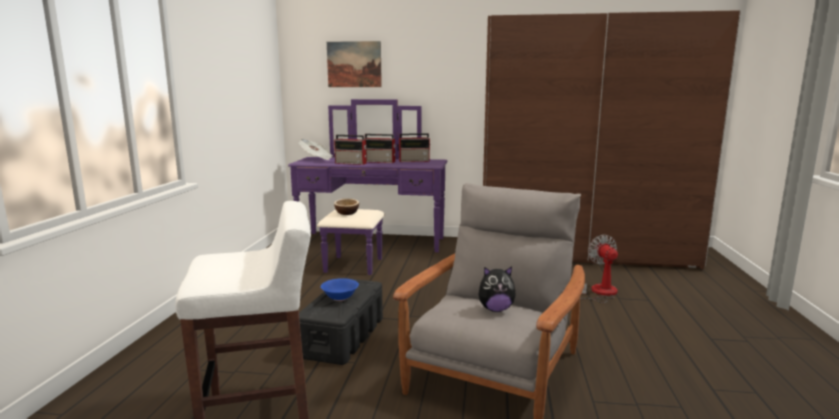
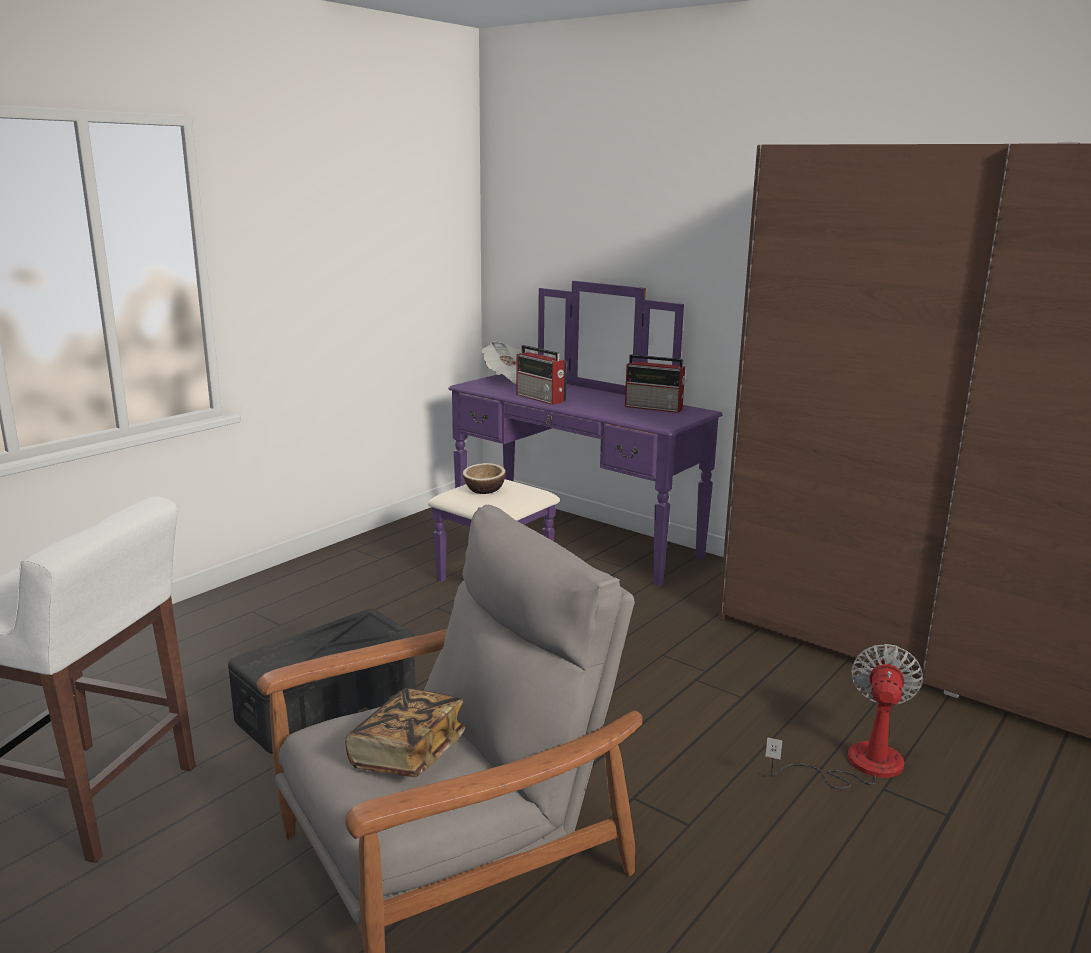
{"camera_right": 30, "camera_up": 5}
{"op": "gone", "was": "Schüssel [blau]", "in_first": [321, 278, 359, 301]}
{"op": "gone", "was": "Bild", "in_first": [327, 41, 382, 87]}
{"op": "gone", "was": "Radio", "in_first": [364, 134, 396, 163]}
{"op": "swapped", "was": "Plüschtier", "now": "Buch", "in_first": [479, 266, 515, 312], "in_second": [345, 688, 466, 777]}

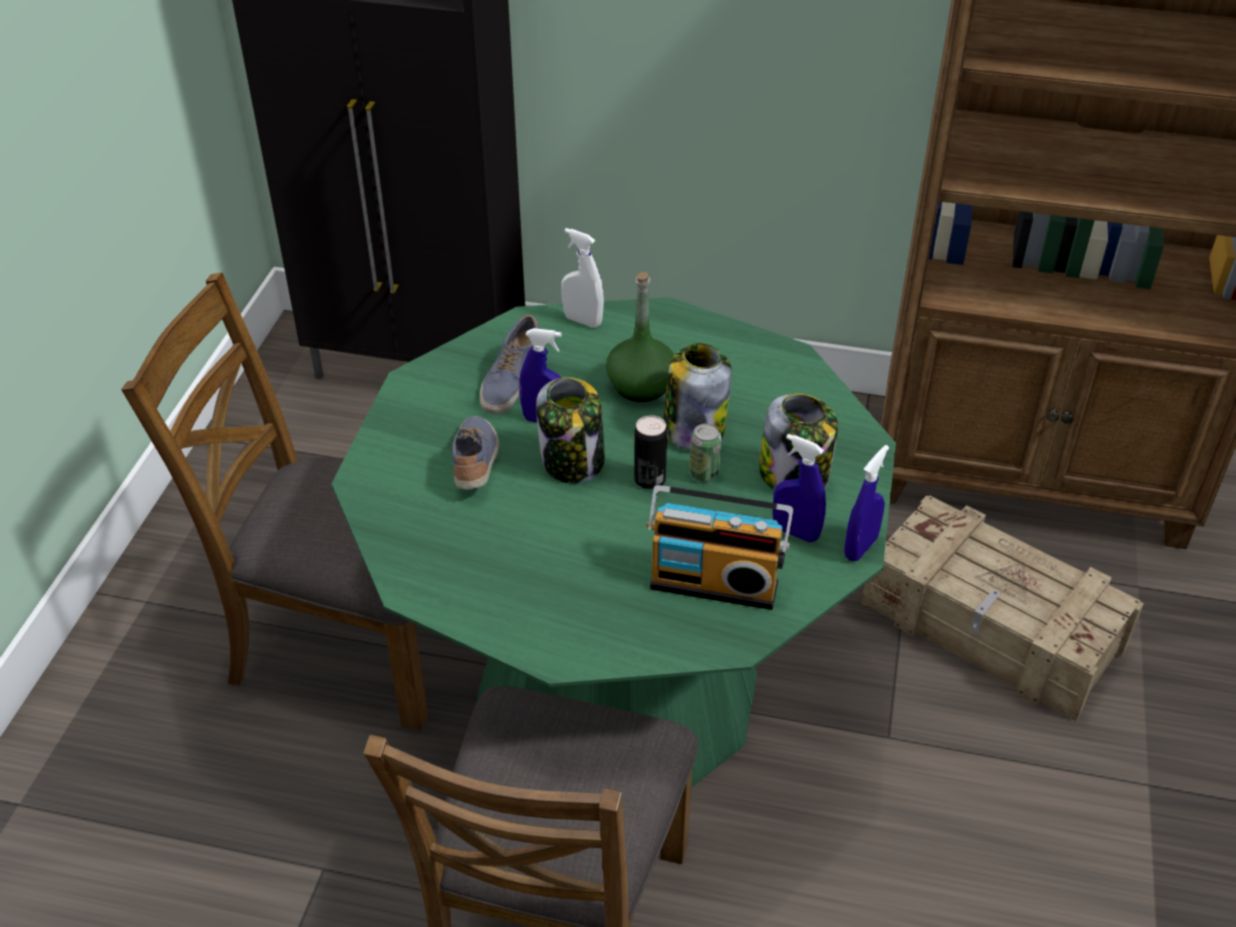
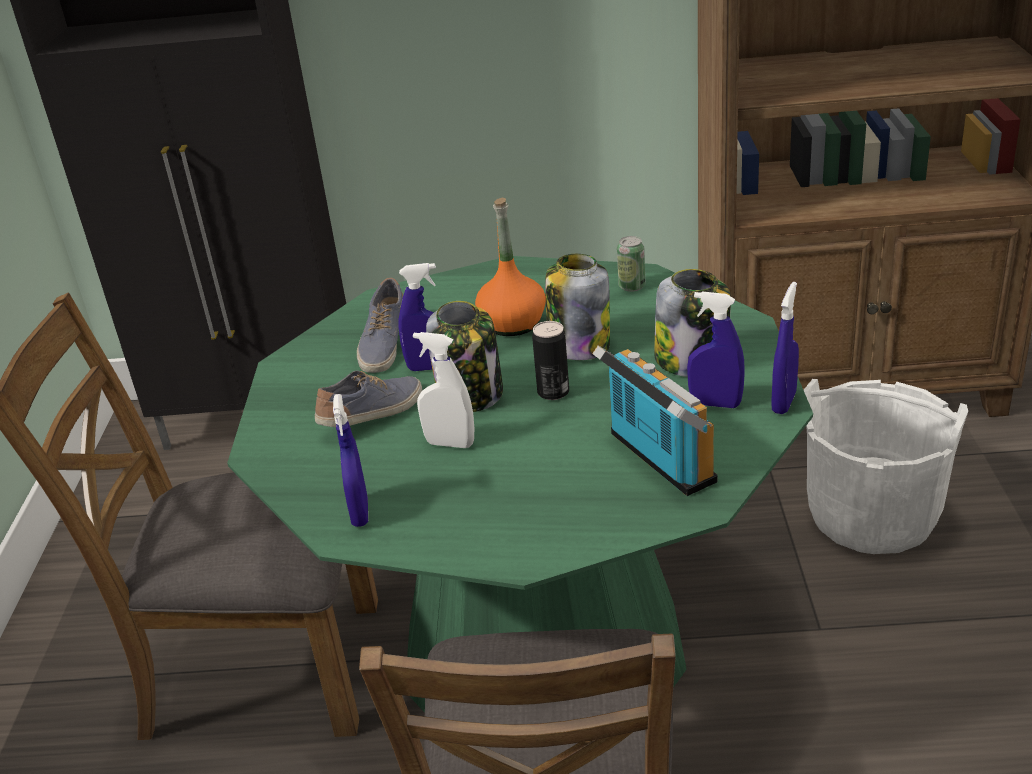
{"camera_right": -10, "camera_up": -10}
{"op": "new", "now": "Sprühflasche [blau]", "in_second": [333, 394, 368, 527]}
{"op": "shifted", "was": "Sprühflasche [weiß]", "in_first": [561, 228, 604, 328], "in_second": [413, 332, 474, 448]}
{"op": "shifted", "was": "Dose", "in_first": [689, 423, 721, 482], "in_second": [617, 236, 645, 292]}
{"op": "swapped", "was": "Kiste", "now": "Eimer [weiß]", "in_first": [862, 495, 1144, 722], "in_second": [804, 379, 968, 554]}
{"op": "repainted", "was": "Flasche [grün]", "now": "Flasche [orange]", "in_first": [606, 272, 674, 402], "in_second": [475, 198, 546, 336]}
{"op": "rotated", "was": "Schuh", "in_first": [452, 416, 500, 490], "in_second": [315, 370, 422, 427], "clockwise": 60}
{"op": "rotated", "was": "Radio", "in_first": [647, 485, 794, 610], "in_second": [592, 346, 718, 496], "clockwise": -120}

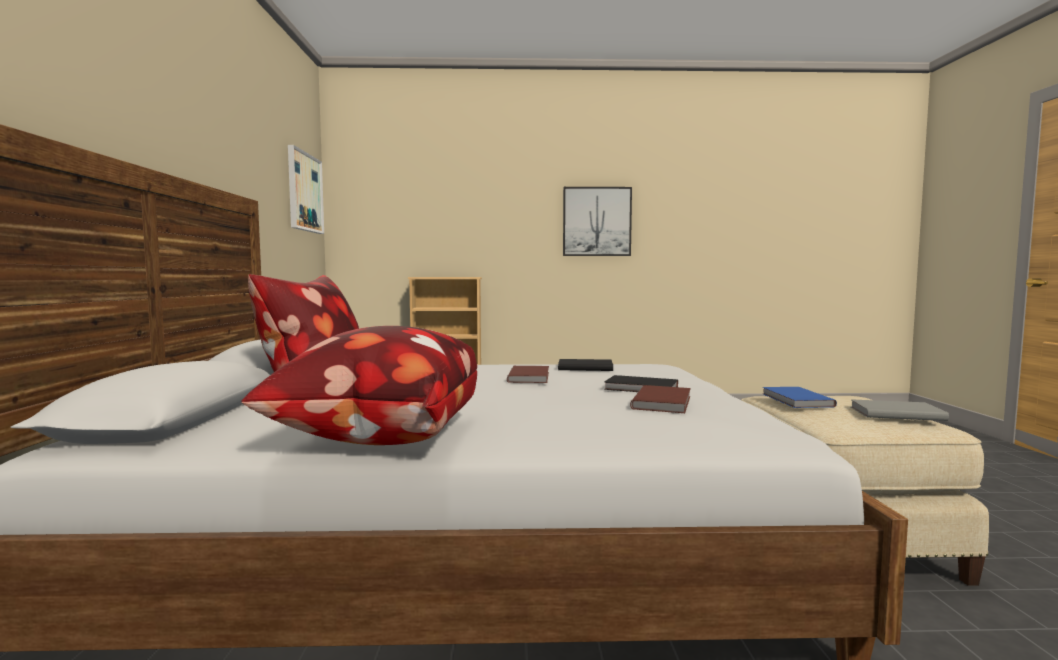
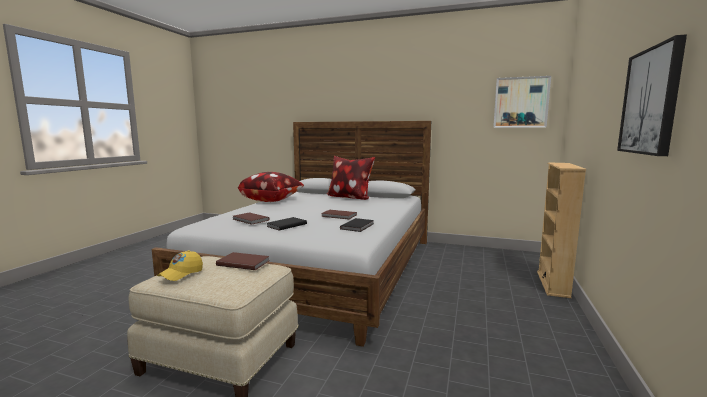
{"camera_right": 110, "camera_up": 5}
{"op": "swapped", "was": "Buch [grau]", "now": "Kappe [gelb]", "in_first": [851, 399, 949, 421], "in_second": [157, 250, 203, 281]}
{"op": "repainted", "was": "Buch [blau]", "now": "Buch [braun]", "in_first": [763, 387, 837, 408], "in_second": [216, 252, 269, 270]}

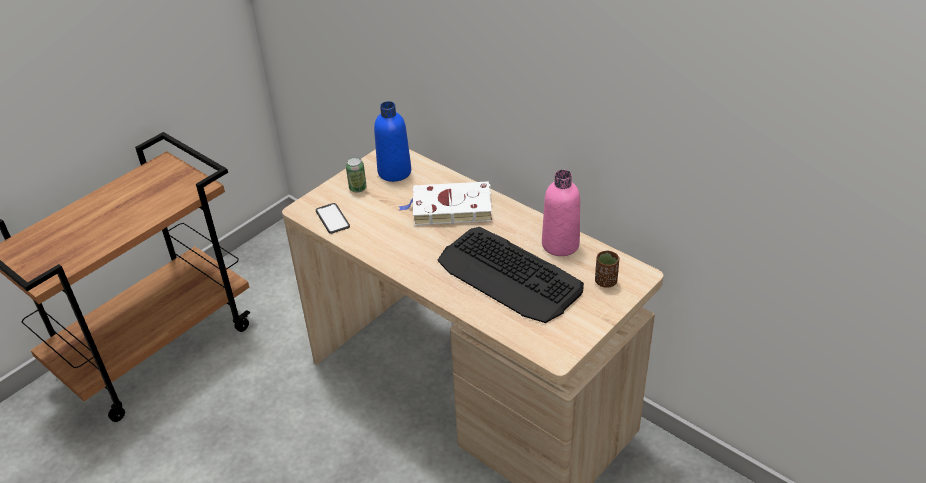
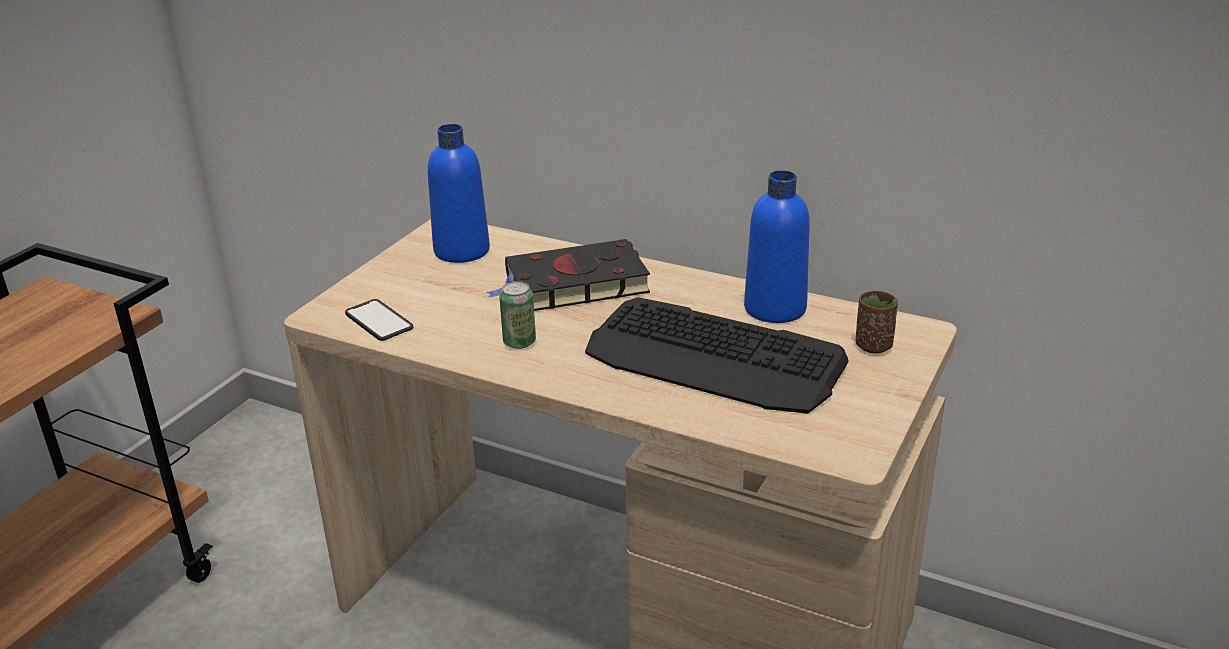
{"camera_right": -15, "camera_up": -10}
{"op": "shifted", "was": "Dose", "in_first": [346, 157, 367, 193], "in_second": [499, 281, 536, 349]}
{"op": "repainted", "was": "Buch [weiß]", "now": "Buch [schwarz]", "in_first": [398, 181, 492, 225], "in_second": [487, 239, 650, 311]}
{"op": "repainted", "was": "Flasche [rosa]", "now": "Flasche [blau]", "in_first": [542, 170, 580, 256], "in_second": [744, 170, 810, 323]}

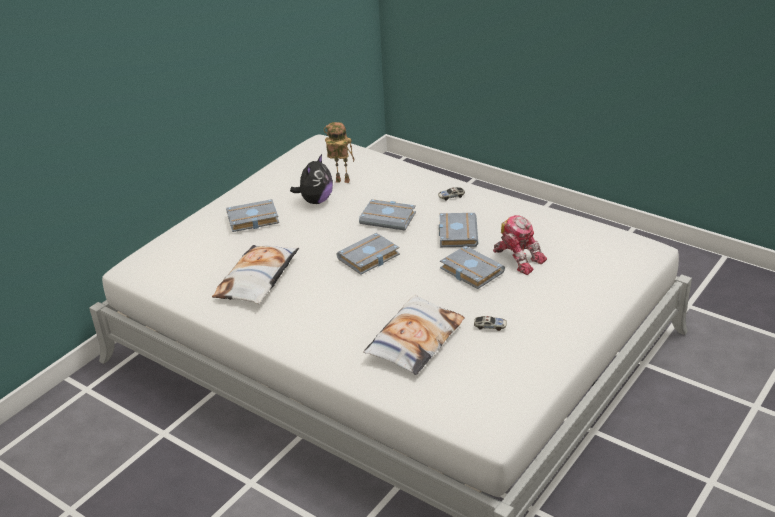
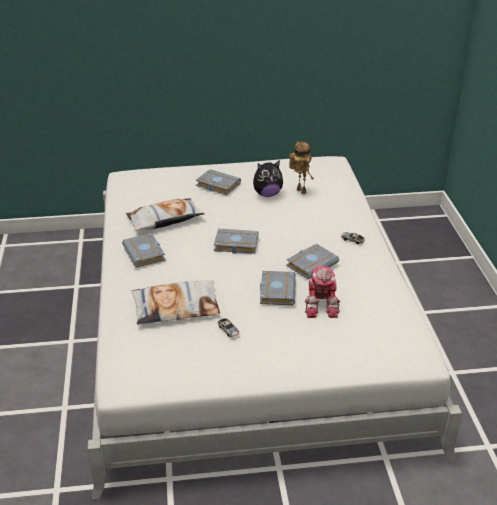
{"camera_right": 45, "camera_up": 0}
{"op": "shifted", "was": "Buch [grau]", "in_first": [359, 199, 416, 231], "in_second": [122, 233, 165, 268]}

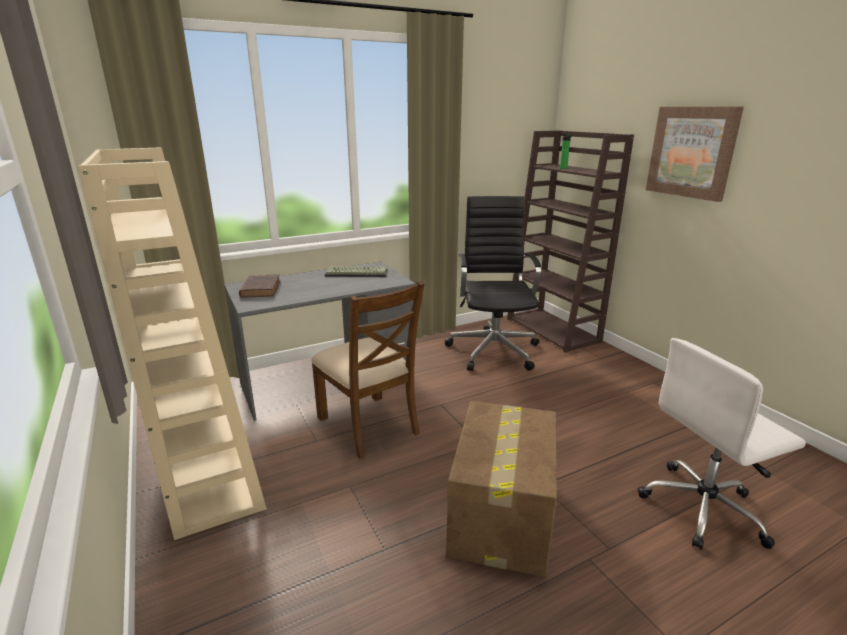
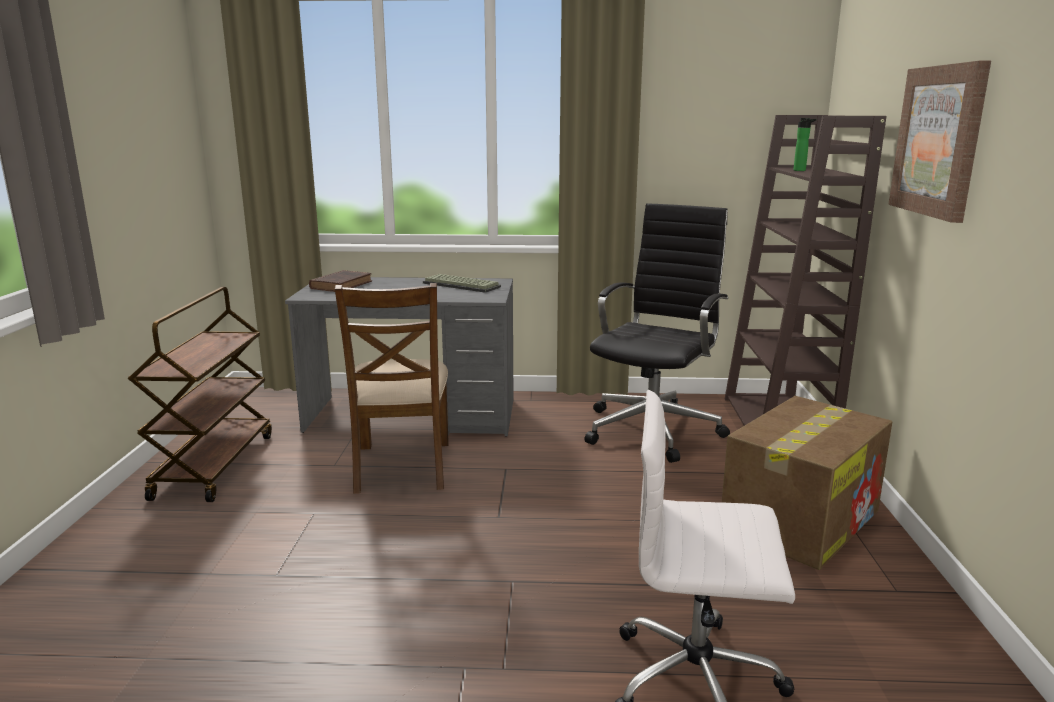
{"camera_right": 30, "camera_up": -5}
{"op": "shifted", "was": "Karton", "in_first": [446, 401, 557, 577], "in_second": [722, 396, 892, 570]}
{"op": "swapped", "was": "Bücherregal [beige]", "now": "Rollwagen [braun]", "in_first": [78, 147, 267, 540], "in_second": [128, 287, 272, 502]}

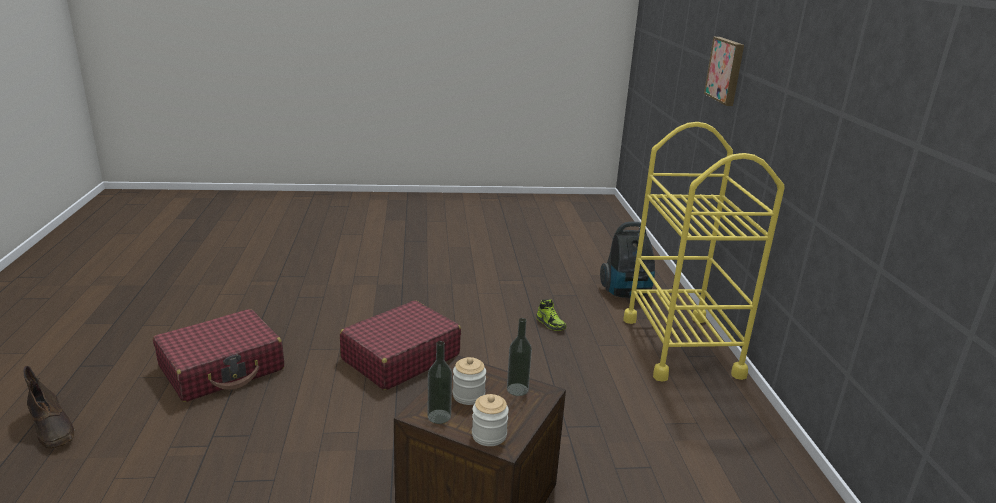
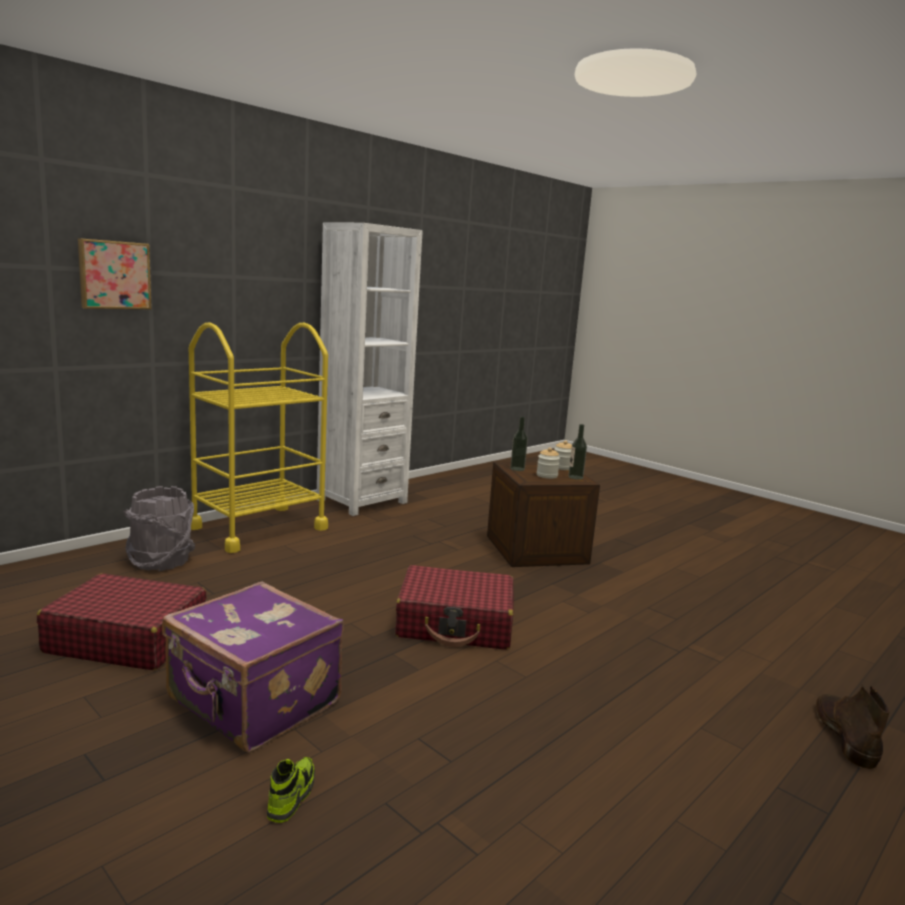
{"camera_right": -130, "camera_up": -10}
{"op": "new", "now": "Koffer [lila]", "in_second": [162, 582, 344, 752]}
{"op": "new", "now": "Bücherregal [weiß]", "in_second": [317, 222, 423, 516]}
{"op": "shifted", "was": "Koffer [rot]", "in_first": [153, 309, 284, 402], "in_second": [37, 573, 207, 670]}
{"op": "shifted", "was": "Schuh", "in_first": [536, 299, 566, 331], "in_second": [267, 757, 315, 823]}
{"op": "swapped", "was": "Staubsauger", "now": "Eimer [grau]", "in_first": [600, 222, 655, 298], "in_second": [123, 486, 195, 571]}

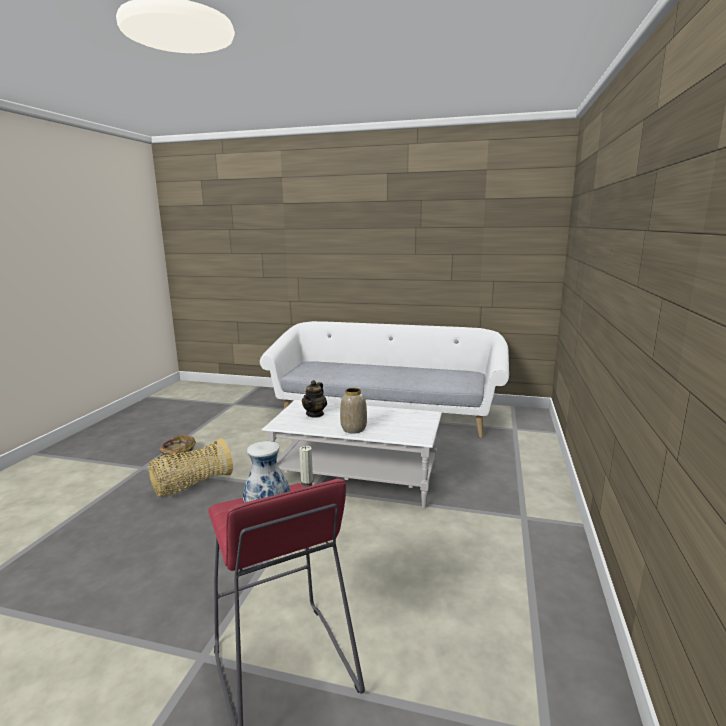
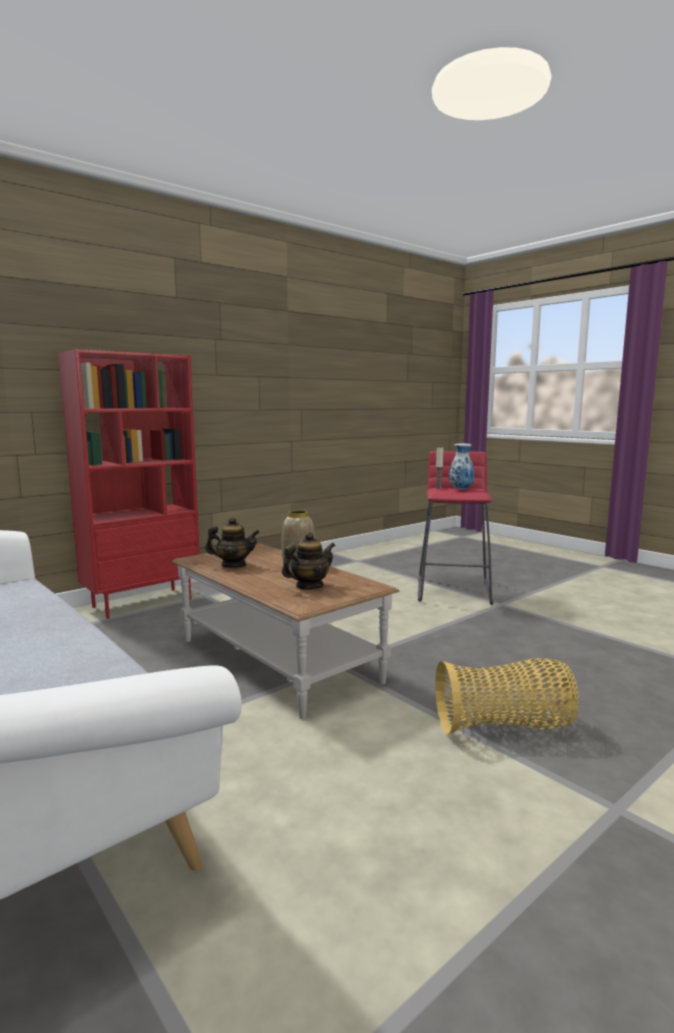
{"camera_right": -145, "camera_up": -5}
{"op": "gone", "was": "Korb", "in_first": [160, 434, 196, 458]}
{"op": "new", "now": "Bücherregal [rot]", "in_second": [58, 349, 200, 619]}
{"op": "new", "now": "Teekanne", "in_second": [205, 517, 260, 568]}
{"op": "repainted", "was": "Couchtisch [weiß]", "now": "Couchtisch [braun]", "in_first": [262, 400, 442, 508], "in_second": [172, 543, 399, 719]}

